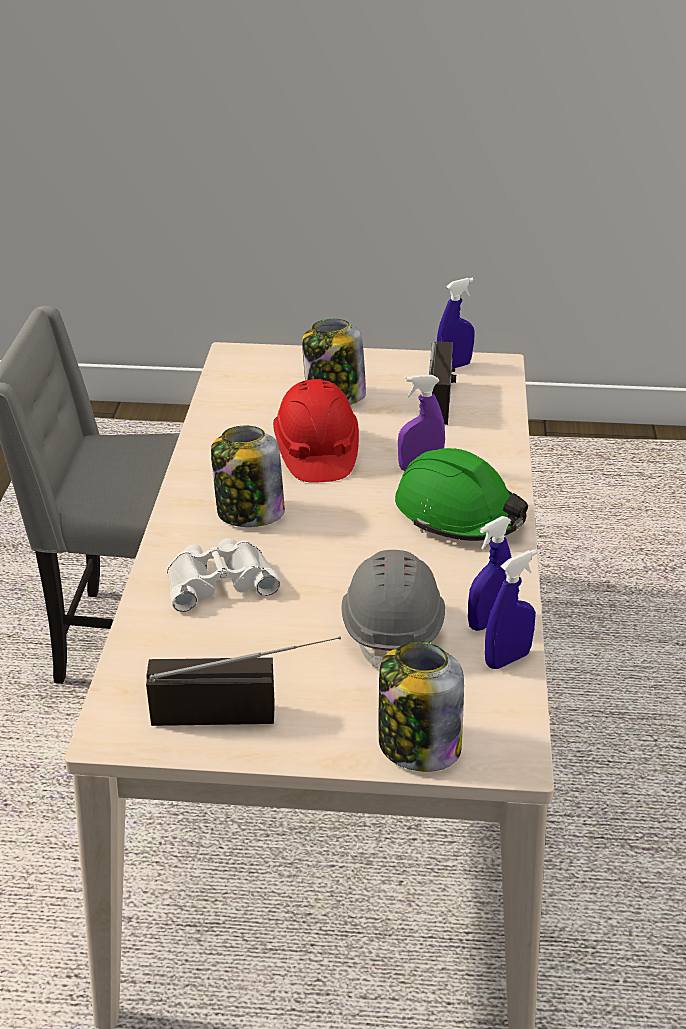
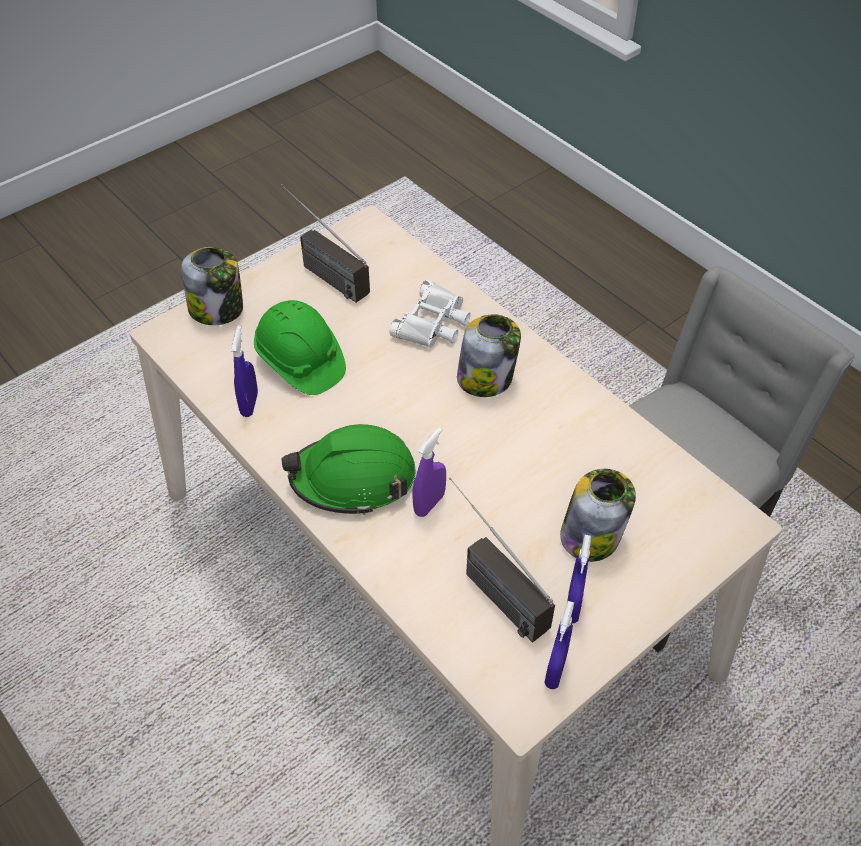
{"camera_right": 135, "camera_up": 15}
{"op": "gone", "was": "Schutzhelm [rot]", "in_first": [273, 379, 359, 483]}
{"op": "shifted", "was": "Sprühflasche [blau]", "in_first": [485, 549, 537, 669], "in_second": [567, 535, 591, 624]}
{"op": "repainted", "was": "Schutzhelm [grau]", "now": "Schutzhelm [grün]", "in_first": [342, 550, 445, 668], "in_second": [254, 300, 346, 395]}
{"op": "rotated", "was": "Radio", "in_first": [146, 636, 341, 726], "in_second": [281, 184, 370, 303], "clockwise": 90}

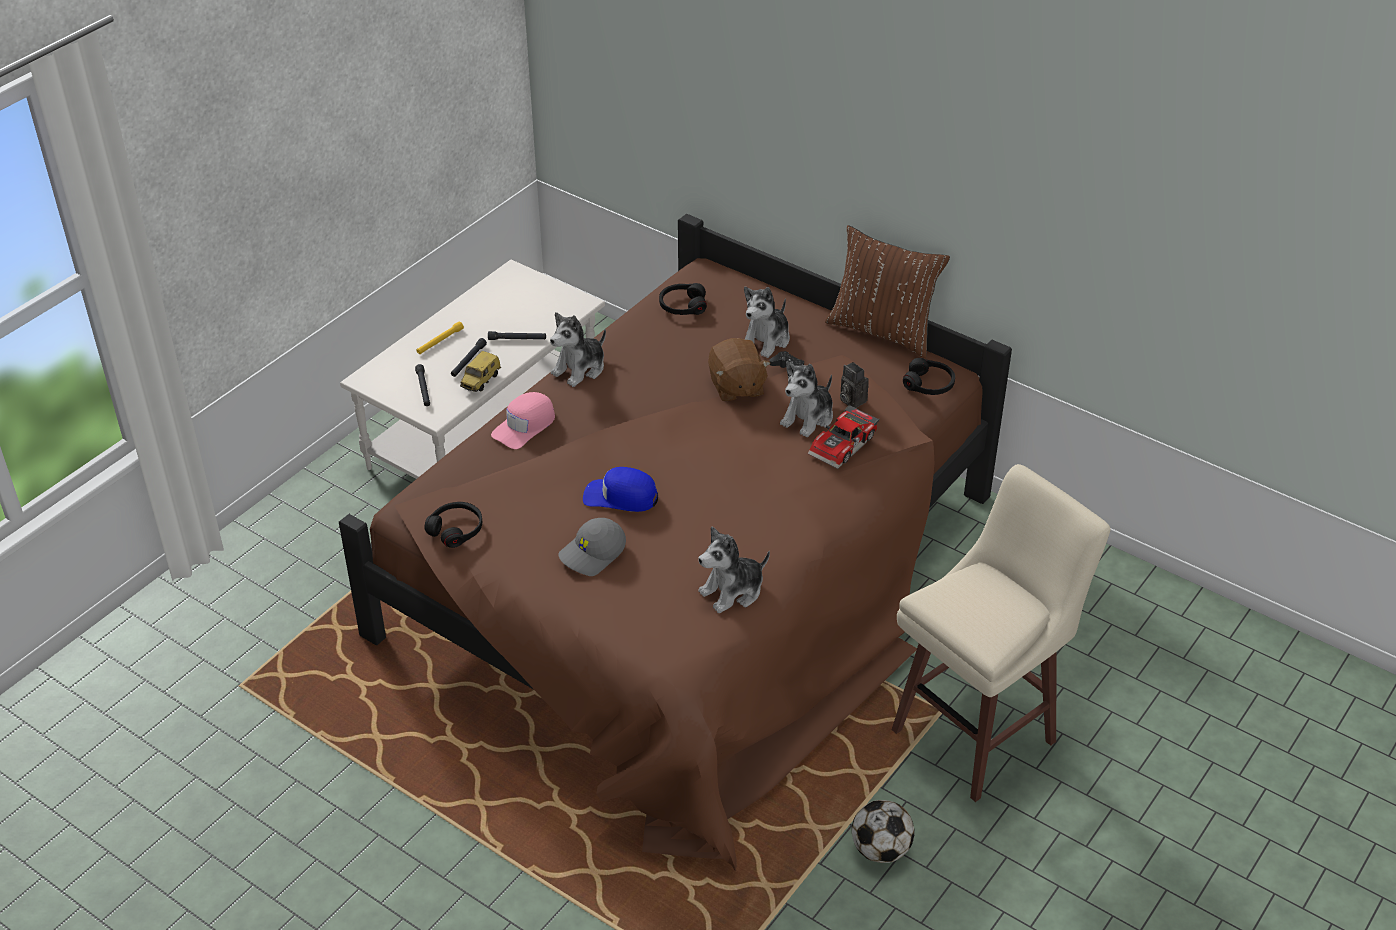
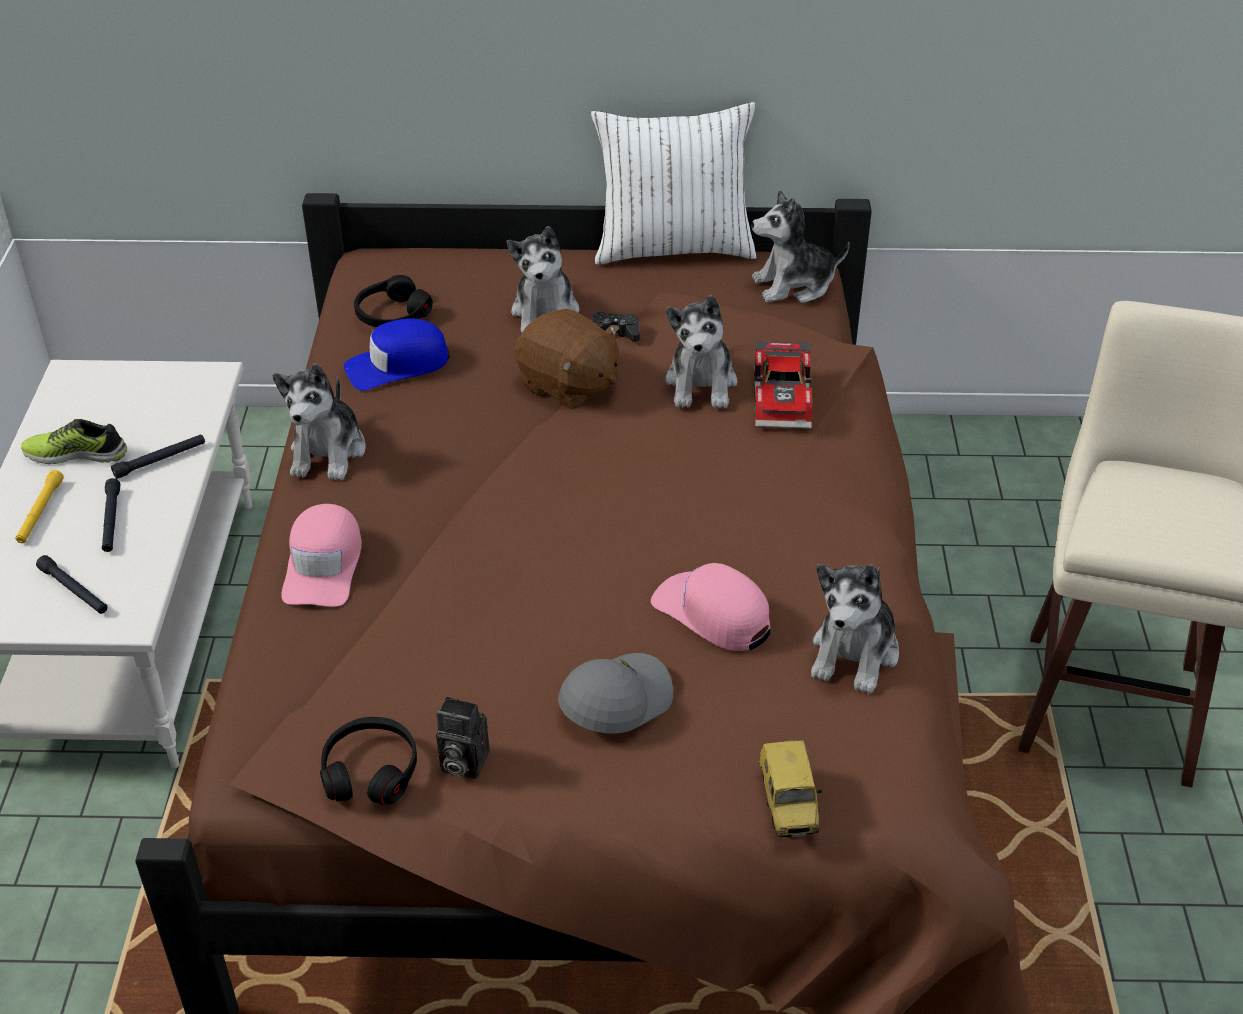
{"camera_right": -35, "camera_up": 0}
{"op": "gone", "was": "Fußball", "in_first": [852, 800, 914, 863]}
{"op": "new", "now": "Schuh", "in_second": [21, 419, 127, 464]}
{"op": "new", "now": "Kappe [rosa]", "in_second": [651, 563, 770, 651]}
{"op": "shifted", "was": "Spielzeugauto", "in_first": [460, 351, 501, 392], "in_second": [758, 741, 822, 838]}
{"op": "shifted", "was": "Kappe [blau]", "in_first": [583, 467, 658, 512], "in_second": [344, 319, 450, 391]}
{"op": "shifted", "was": "Kamera", "in_first": [840, 362, 869, 408], "in_second": [436, 697, 489, 779]}
{"op": "swapped", "was": "Kopfhörer [schwarz]", "now": "Plüschtier", "in_first": [903, 358, 955, 395], "in_second": [752, 190, 850, 303]}
{"op": "repainted", "was": "Kissen [braun]", "now": "Kissen [weiß]", "in_first": [825, 225, 950, 358], "in_second": [591, 102, 756, 265]}
{"op": "rotated", "was": "Kappe [grau]", "in_first": [559, 518, 626, 576], "in_second": [558, 653, 673, 734], "clockwise": -150}

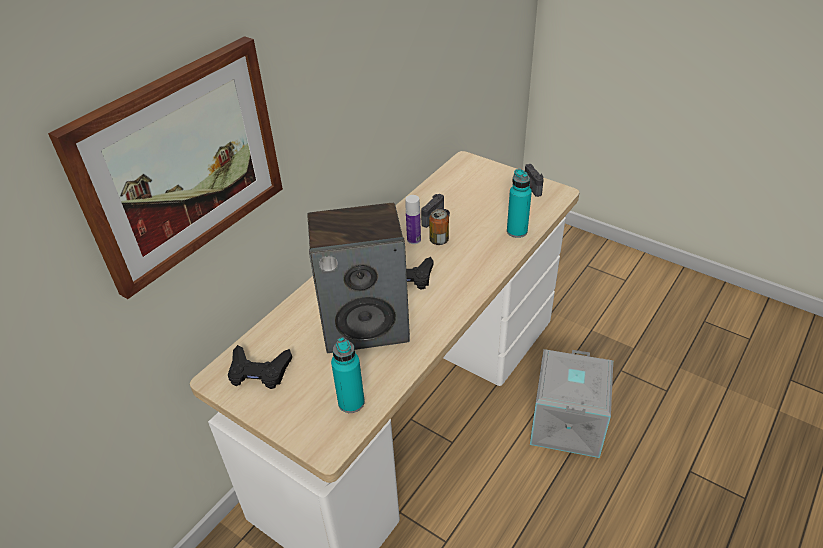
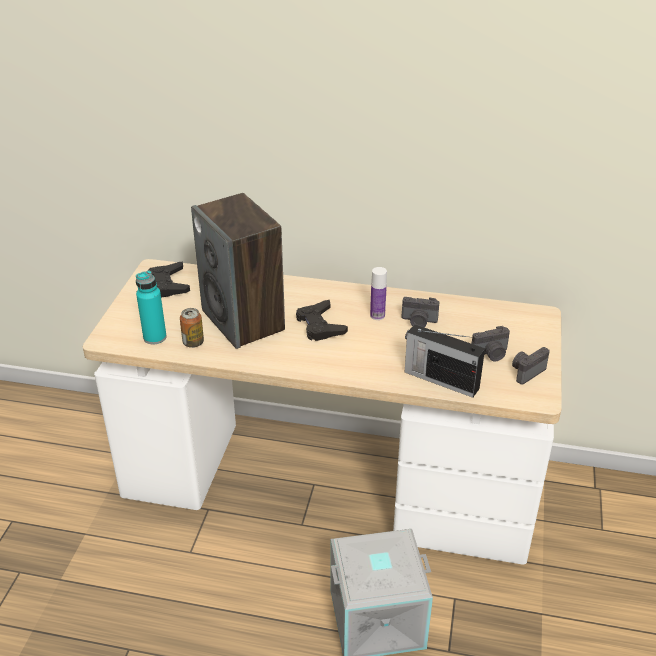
{"camera_right": 65, "camera_up": -5}
{"op": "gone", "was": "Bild", "in_first": [48, 36, 283, 299]}
{"op": "new", "now": "Kamera", "in_second": [471, 326, 510, 362]}
{"op": "shifted", "was": "Dose", "in_first": [429, 209, 449, 245], "in_second": [180, 308, 204, 348]}
{"op": "swapped", "was": "Flasche [türkis]", "now": "Radio", "in_first": [507, 169, 532, 238], "in_second": [405, 324, 485, 398]}

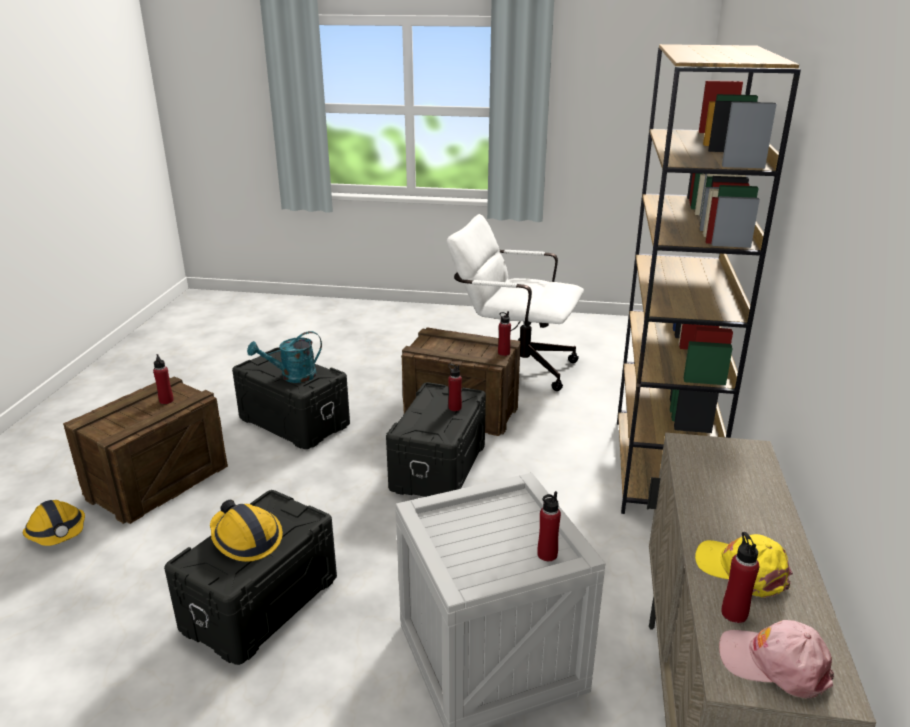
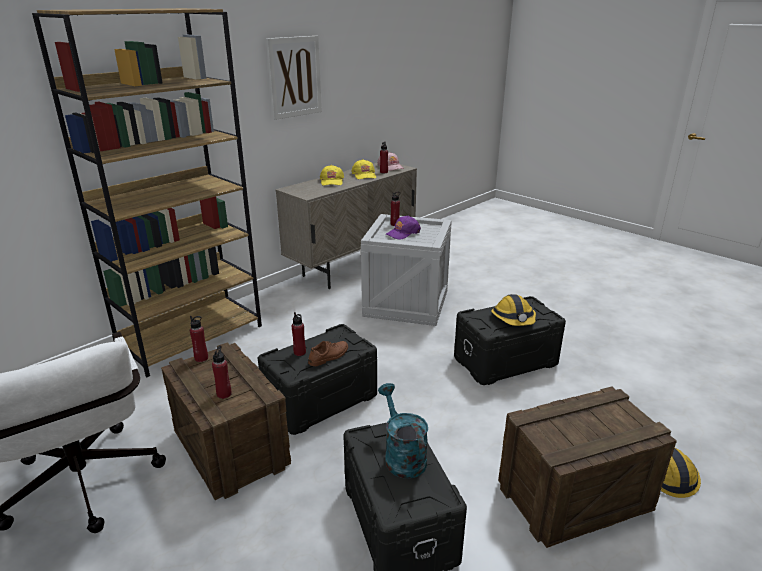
{"camera_right": -145, "camera_up": 0}
{"op": "new", "now": "Bild", "in_second": [266, 36, 322, 120]}
{"op": "new", "now": "Schuh [braun]", "in_second": [308, 341, 348, 366]}
{"op": "new", "now": "Kappe [gelb]", "in_second": [320, 165, 344, 185]}
{"op": "new", "now": "Kappe [lila]", "in_second": [386, 216, 421, 239]}
{"op": "shifted", "was": "Flasche [rot]", "in_first": [153, 354, 174, 404], "in_second": [212, 346, 232, 399]}
{"op": "rotated", "was": "Gießkanne [türkis]", "in_first": [247, 331, 322, 383], "in_second": [378, 383, 428, 478], "clockwise": -120}

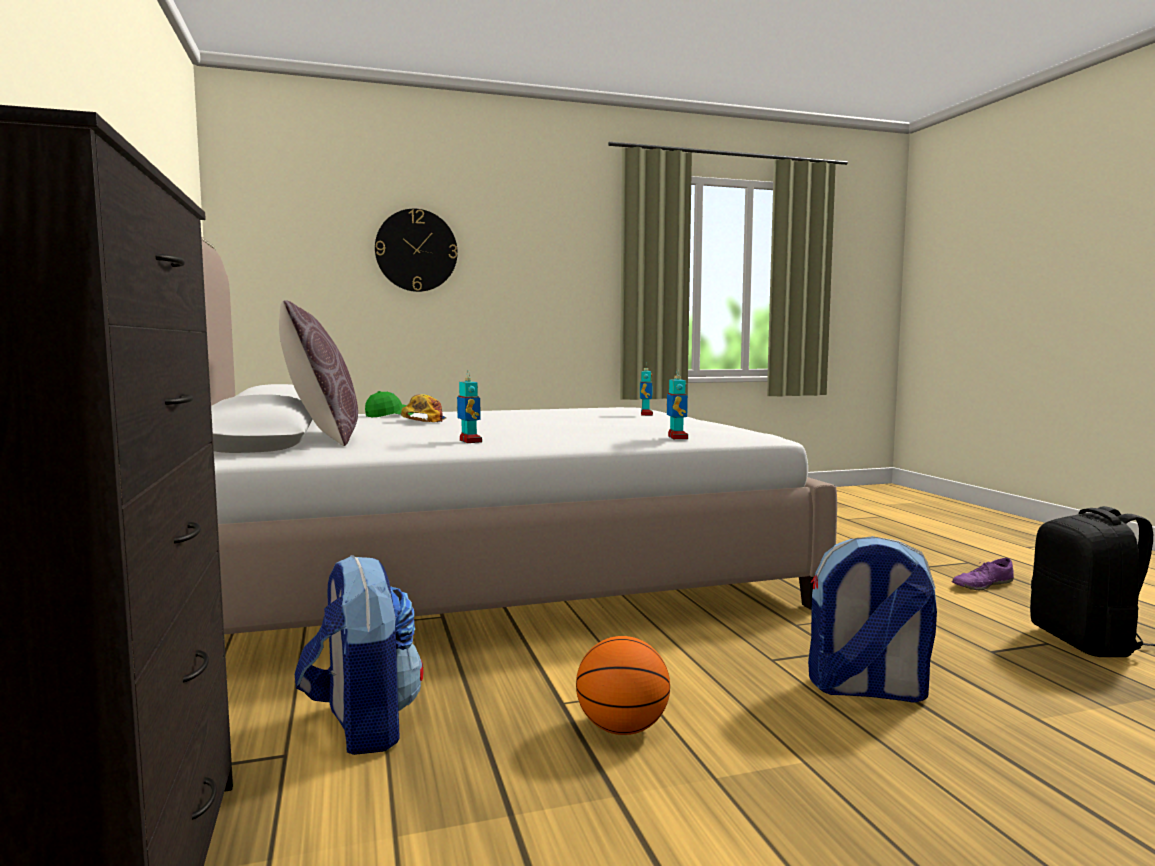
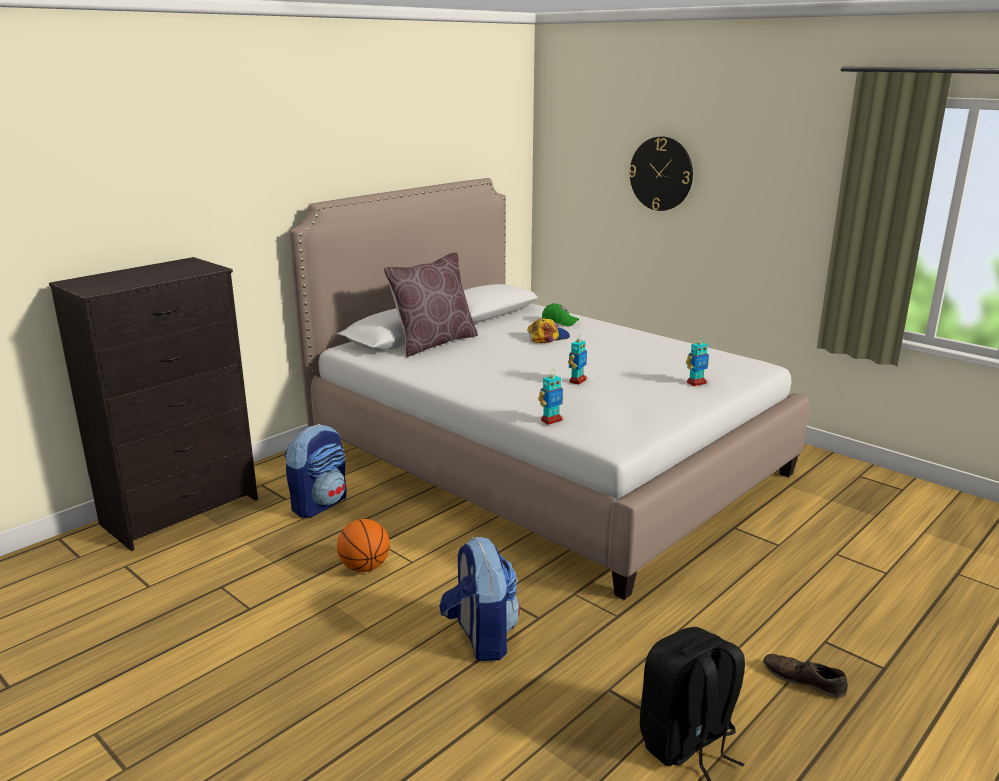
{"camera_right": 60, "camera_up": 15}
{"op": "shifted", "was": "Spielzeugroboter", "in_first": [457, 370, 482, 443], "in_second": [568, 334, 587, 385]}
{"op": "repainted", "was": "Schuh [lila]", "now": "Schuh [braun]", "in_first": [952, 558, 1014, 590], "in_second": [763, 654, 848, 698]}

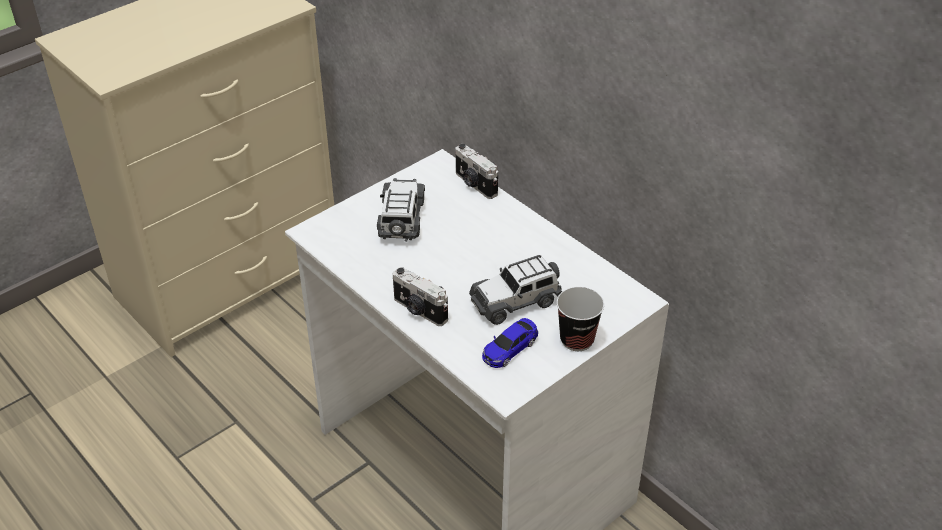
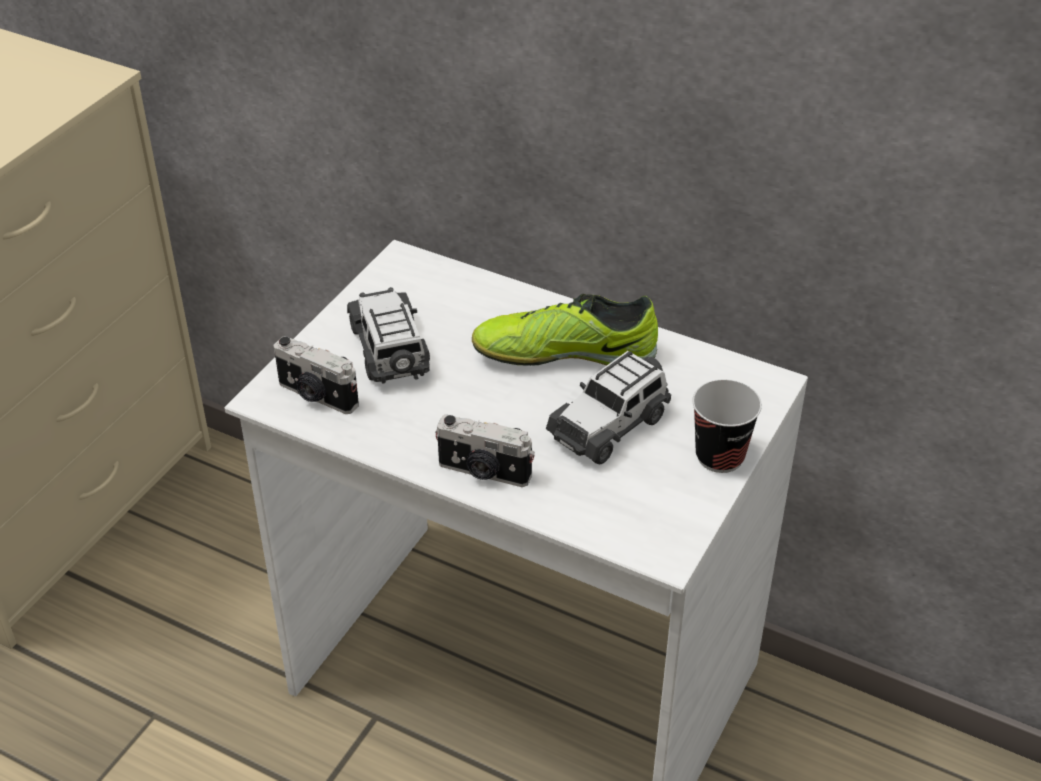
{"camera_right": -20, "camera_up": 0}
{"op": "gone", "was": "Spielzeugauto", "in_first": [482, 318, 538, 368]}
{"op": "new", "now": "Schuh", "in_second": [472, 294, 658, 366]}
{"op": "shifted", "was": "Kamera", "in_first": [455, 144, 498, 199], "in_second": [274, 336, 359, 414]}

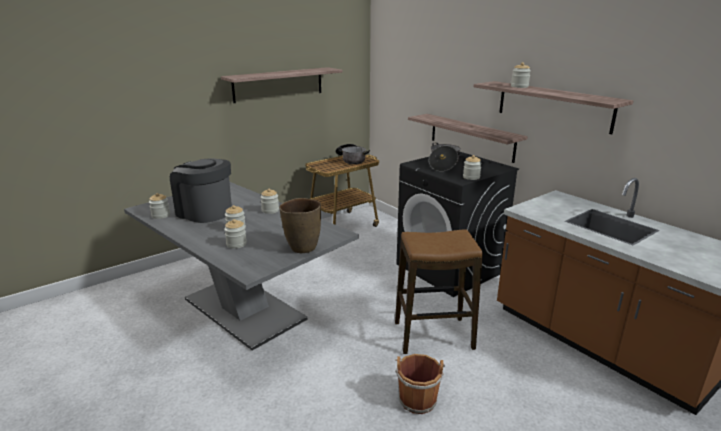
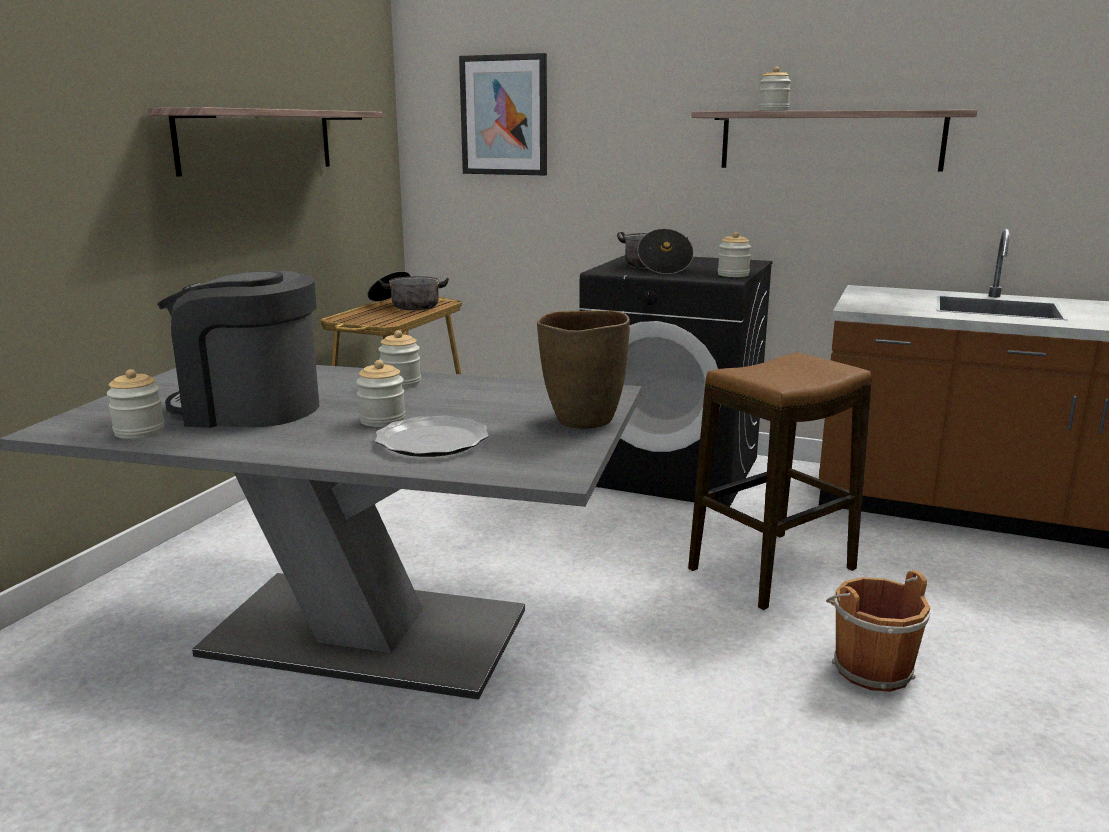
{"camera_right": -30, "camera_up": -5}
{"op": "gone", "was": "Wandregal", "in_first": [408, 114, 528, 163]}
{"op": "new", "now": "Bild", "in_second": [459, 53, 547, 175]}
{"op": "swapped", "was": "Vorratsglas", "now": "Teller", "in_first": [224, 219, 247, 249], "in_second": [375, 416, 489, 457]}

